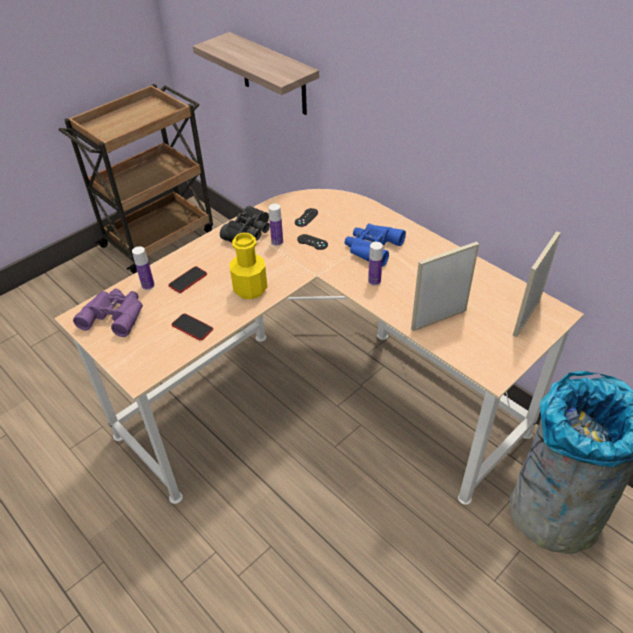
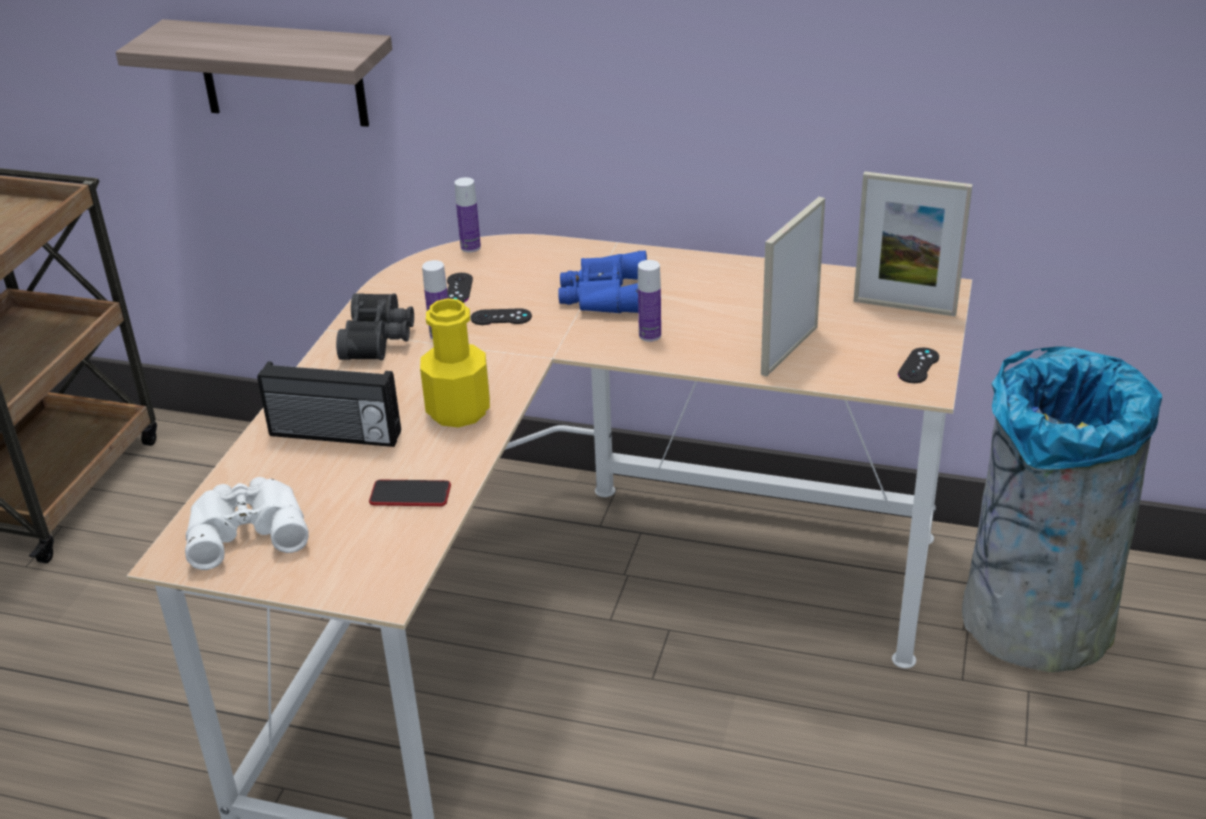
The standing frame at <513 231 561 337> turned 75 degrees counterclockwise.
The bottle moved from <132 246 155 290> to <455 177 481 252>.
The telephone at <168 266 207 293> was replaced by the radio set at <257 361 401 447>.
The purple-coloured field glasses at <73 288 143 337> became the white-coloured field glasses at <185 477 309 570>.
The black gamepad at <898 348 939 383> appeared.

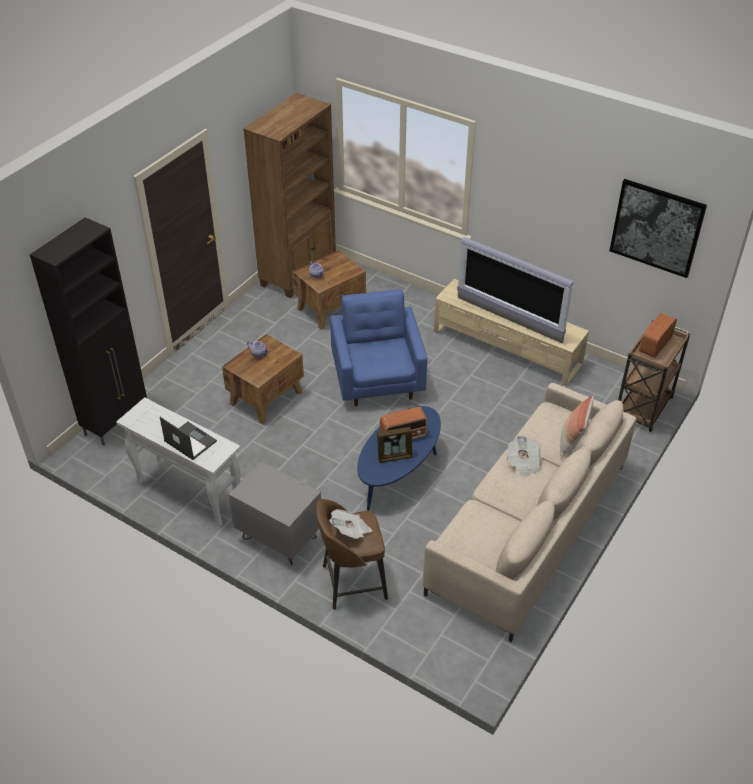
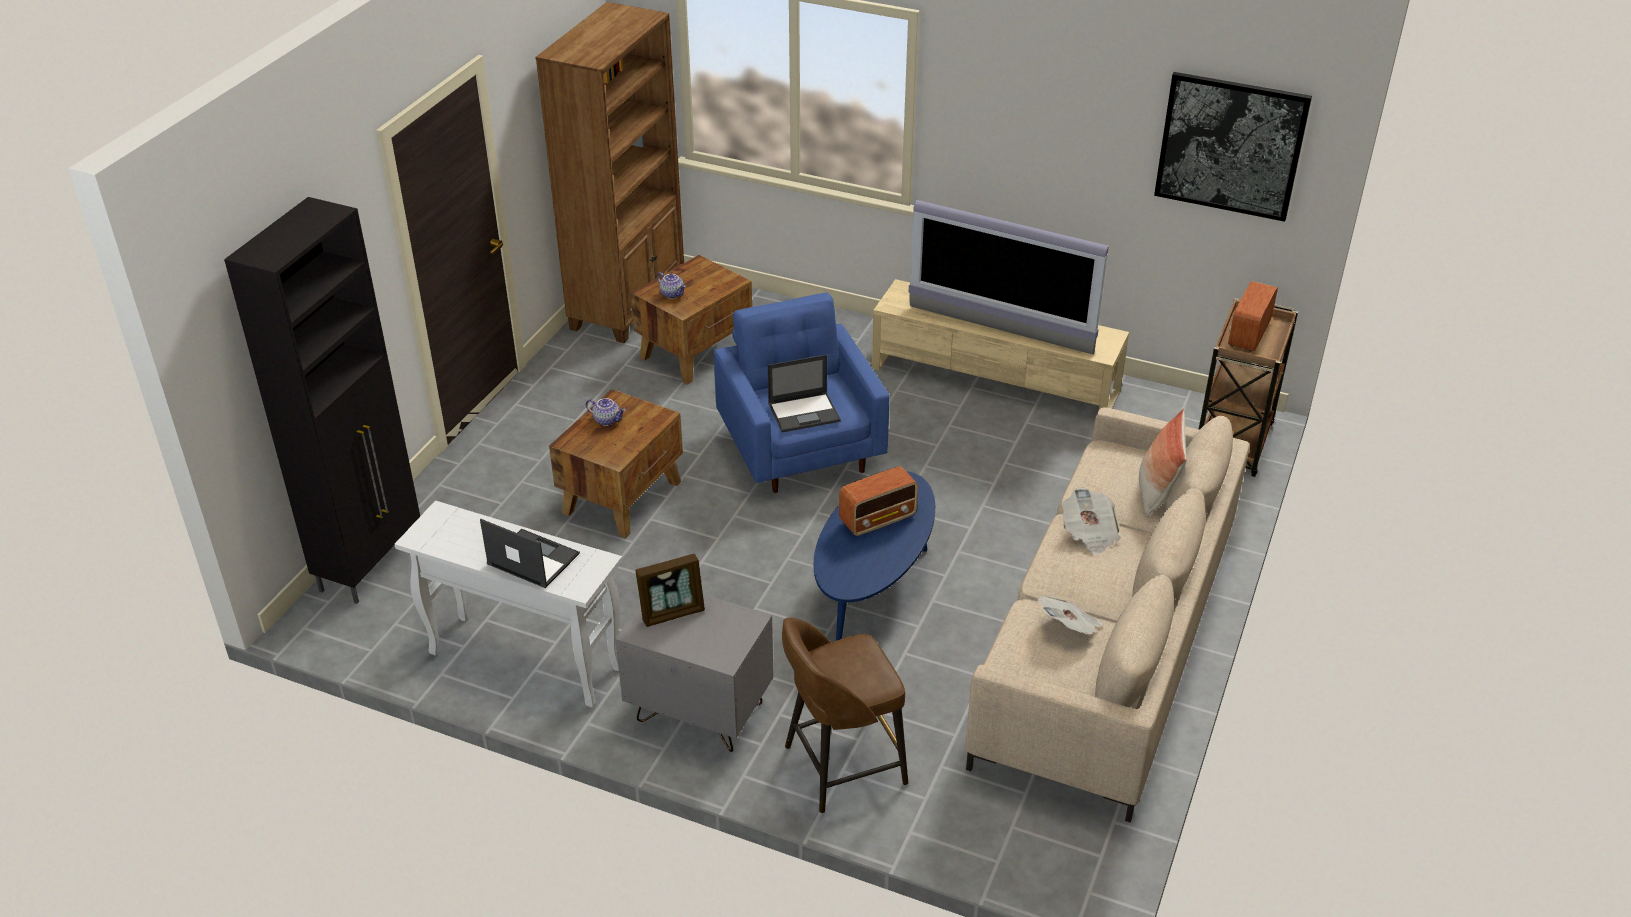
The standing frame moved from <377 427 413 463> to <635 554 705 627>.
The newspaper moved from <329 509 372 539> to <1038 595 1103 635>.
The laptop at <768 355 841 433> appeared.

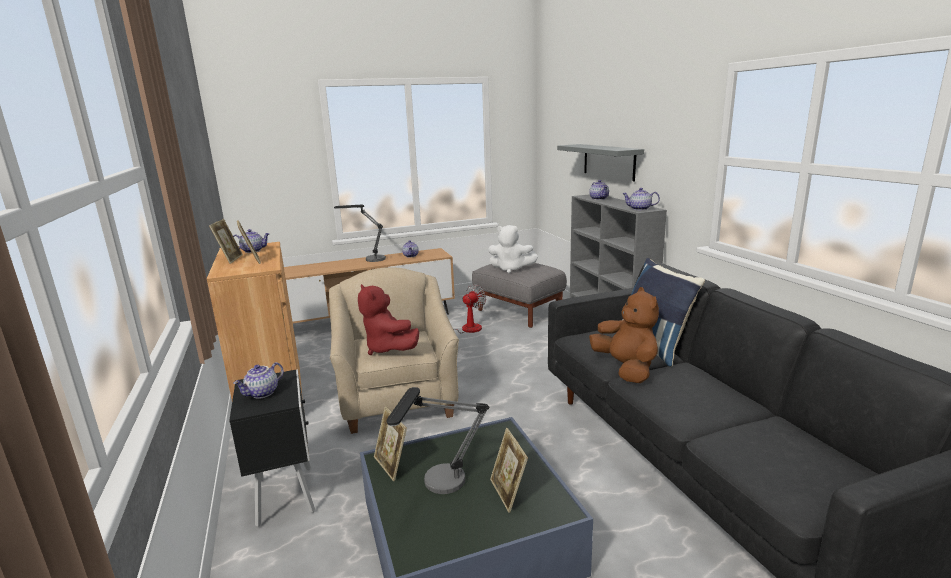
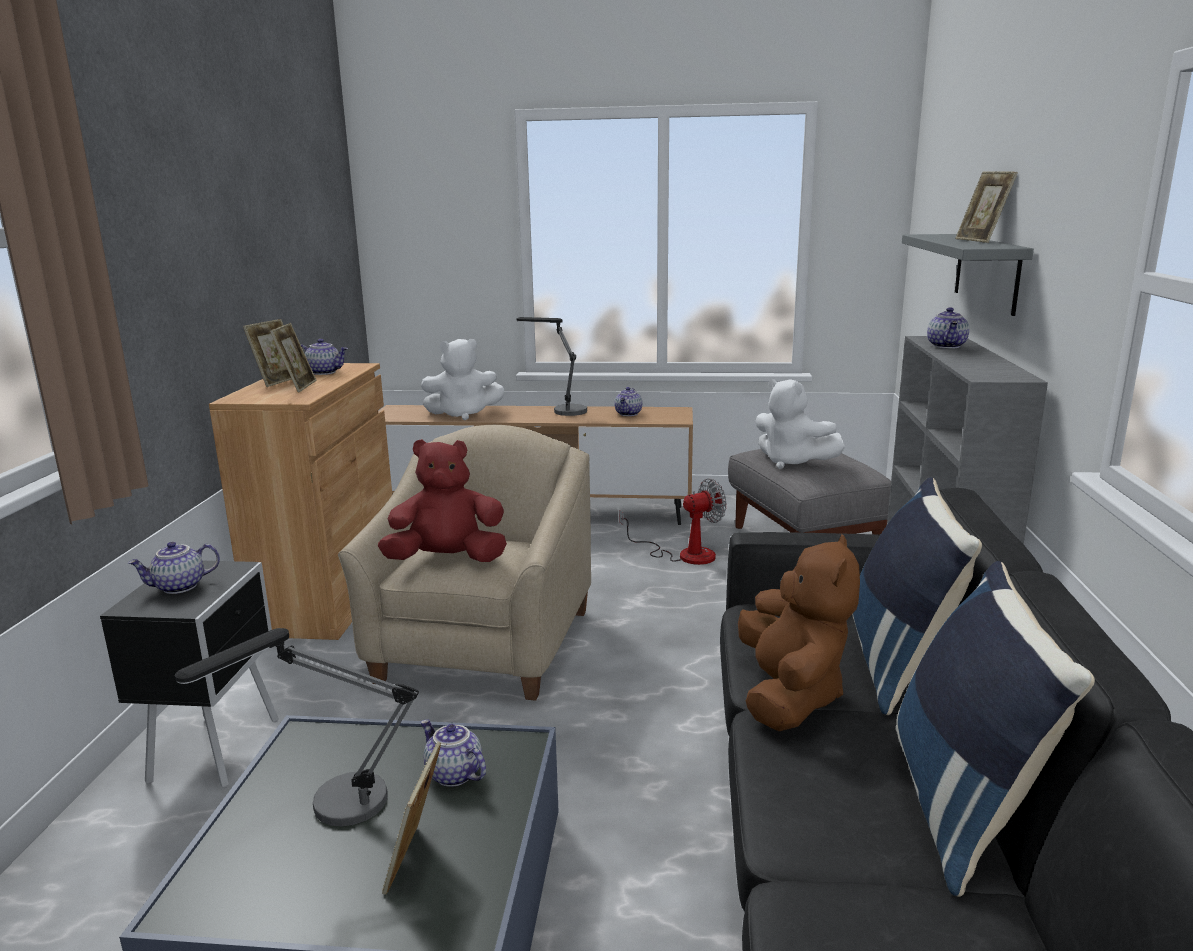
The pot for tea moved from <622 188 660 210> to <420 719 486 787>.
The reddish soft toy at <358 284 419 355> turned 90 degrees clockwise.
The standing frame moved from <374 406 407 481> to <955 171 1018 243>.
The white-coloured soft toy at <421 339 505 420> appeared.
The bluish throw pillow at <895 561 1095 897> appeared.

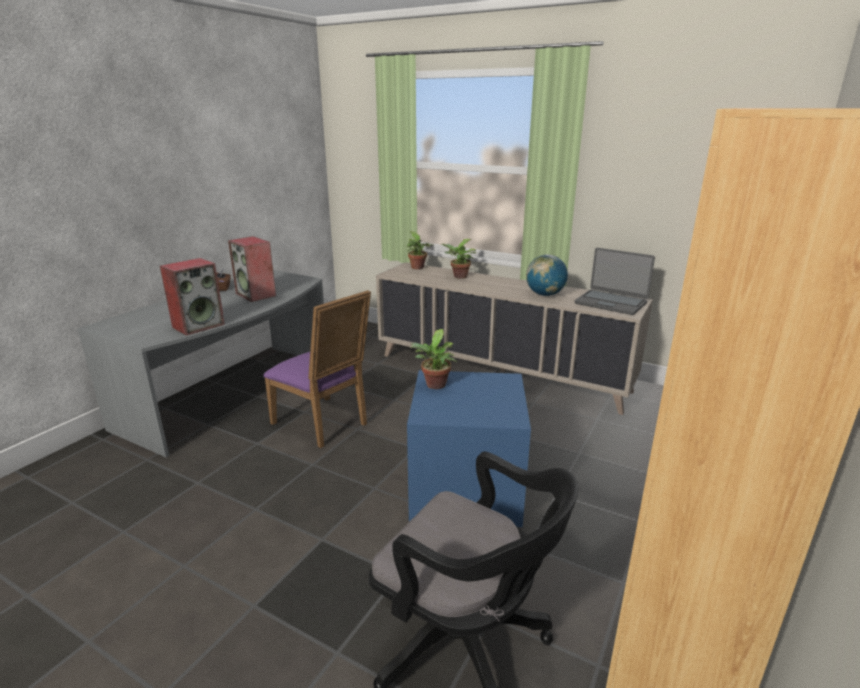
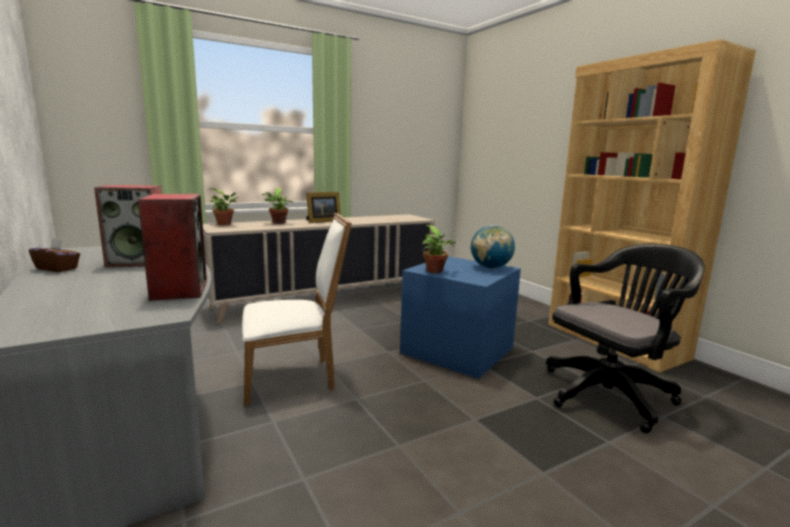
The laptop at <575 248 655 315> disappeared.
The world globe moved from <526 254 568 296> to <471 225 515 269>.
The purple-coloured chair at <264 290 371 448> became the white-coloured chair at <242 213 352 405>.
The standing frame at <306 192 341 223> appeared.

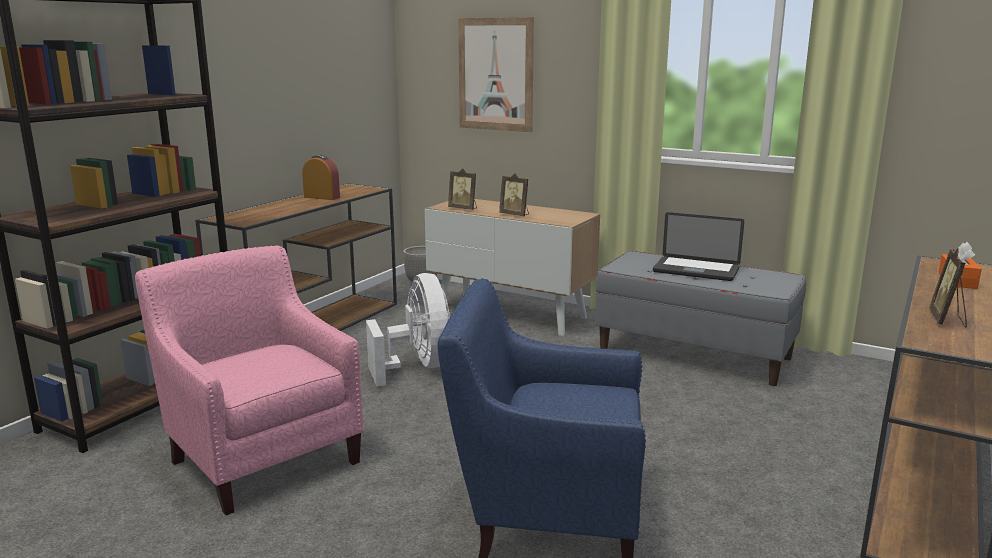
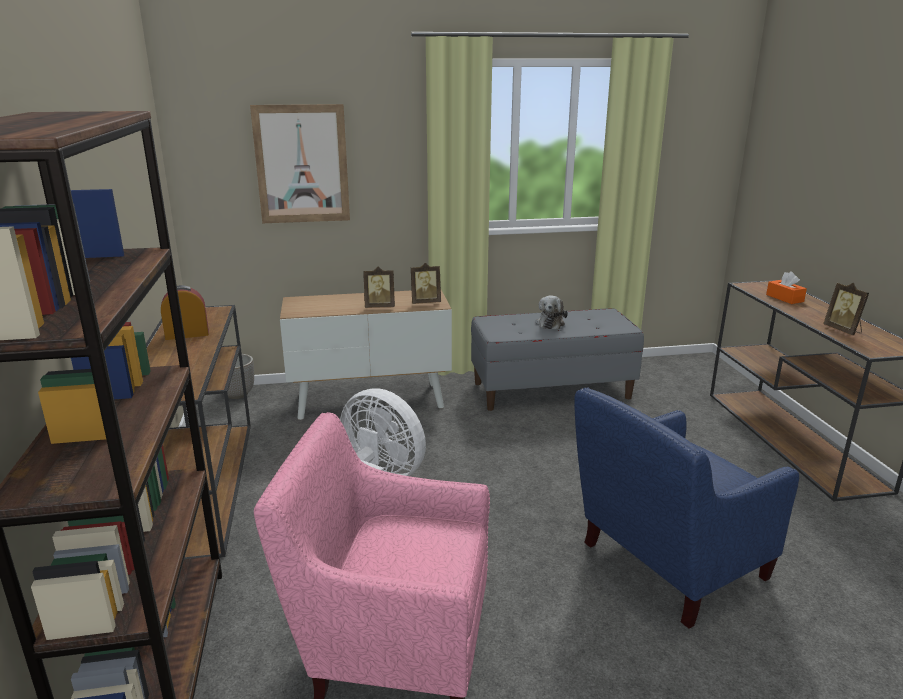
The standing frame moved from <448 168 477 210> to <411 263 441 304>.
The laptop at <653 212 744 281> was replaced by the soft toy at <535 295 568 329>.

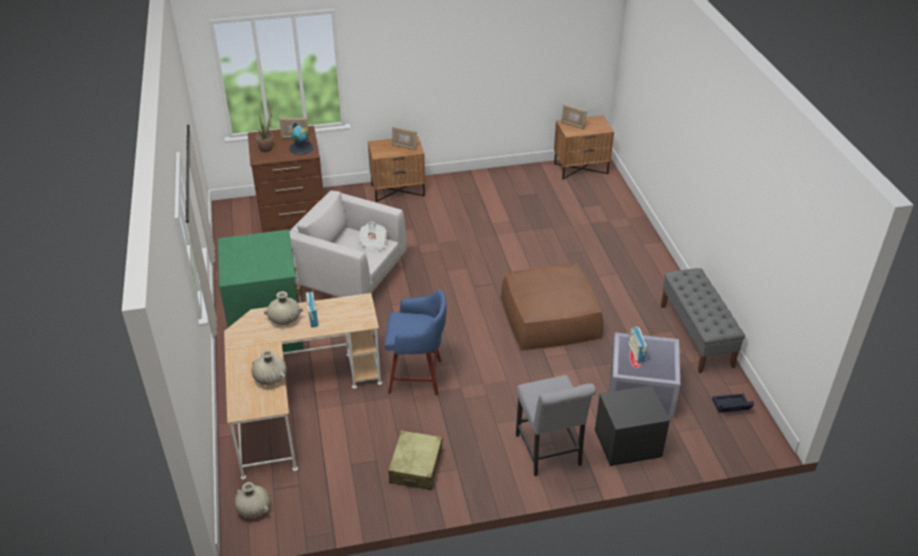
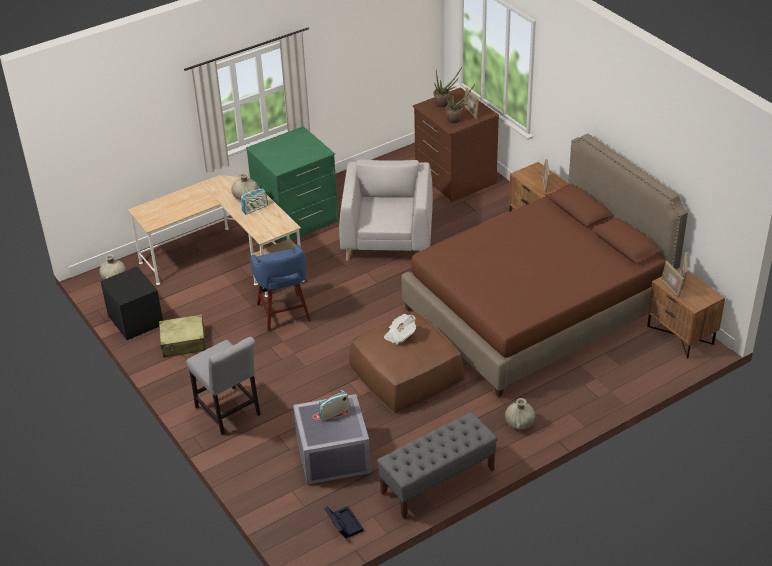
The world globe at <289 123 314 155> was replaced by the potted plant at <446 84 475 123>.
The newspaper moved from <358 222 387 254> to <384 314 416 345>.
The beige decorative vase moved from <251 350 287 385> to <505 398 536 429>.
The greyish chair at <516 375 596 476> turned 90 degrees counterclockwise.
The black nightstand moved from <595 385 670 466> to <100 266 163 340>.
The brown sleeping bed at <401 134 688 397> appeared.
The standing frame at <661 261 684 298> appeared.

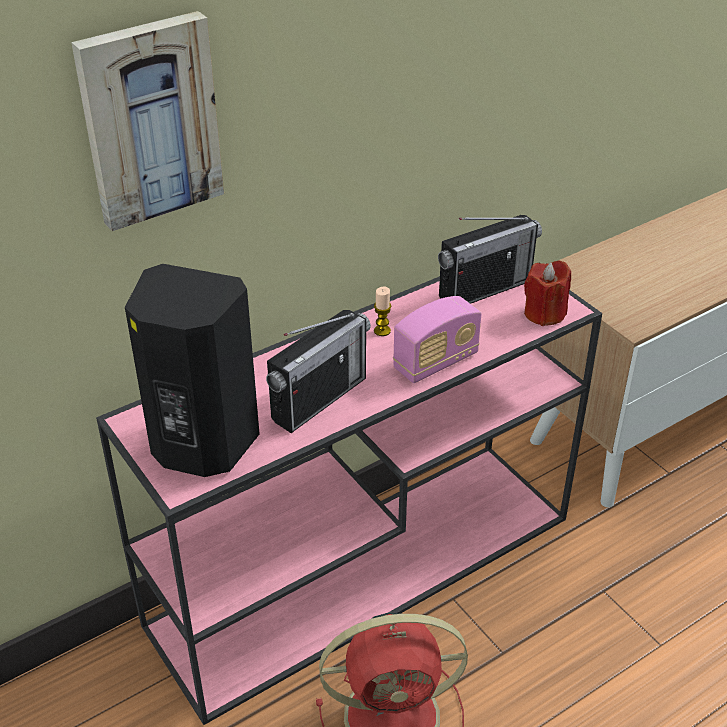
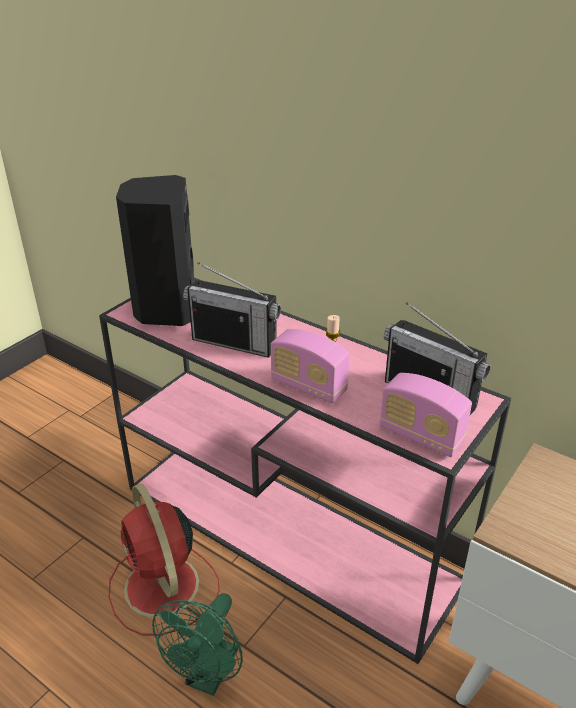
The wall picture at <71 11 224 231> disappeared.
The reddish wax light at <524 260 571 326> was replaced by the radio set at <380 373 472 457>.
The green fan at <152 593 243 696> appeared.

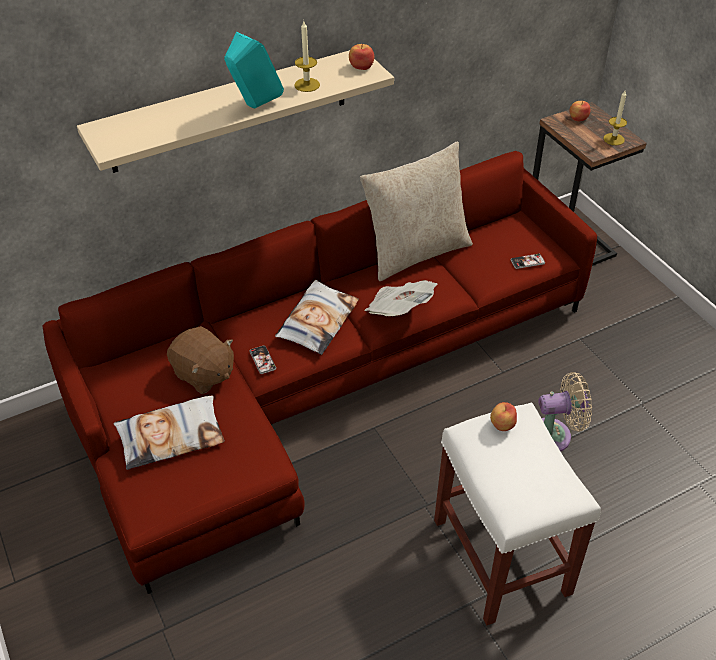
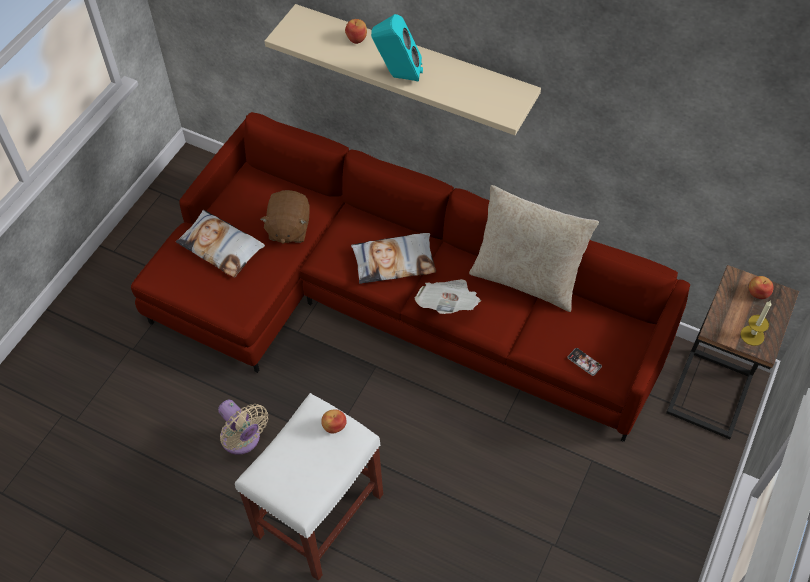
The wax light at <294 21 320 92> disappeared.
The apple fruit moved from <349 44 374 70> to <345 19 367 44>.
The telephone at <249 346 276 374> disappeared.
The beige fan moved from <538 372 592 451> to <218 400 268 455>.

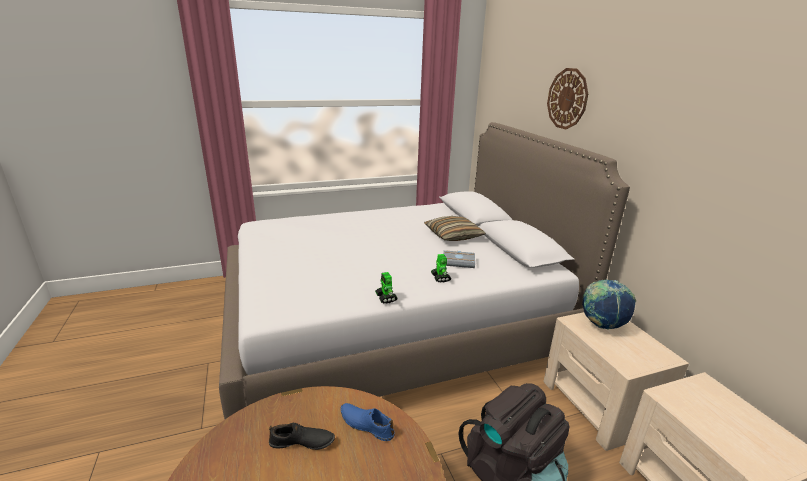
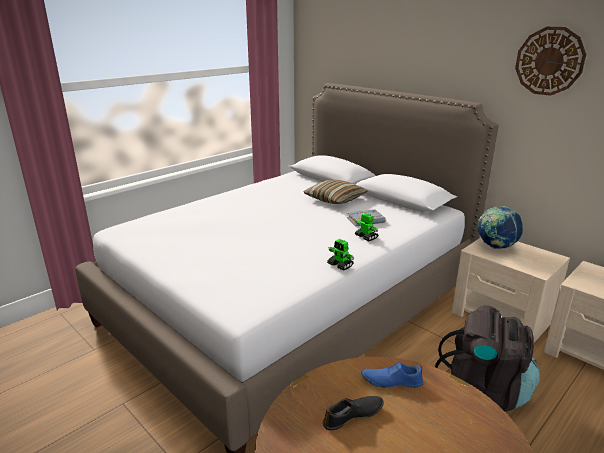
The clock on the wall moved from <547 68 588 129> to <515 27 586 96>.

